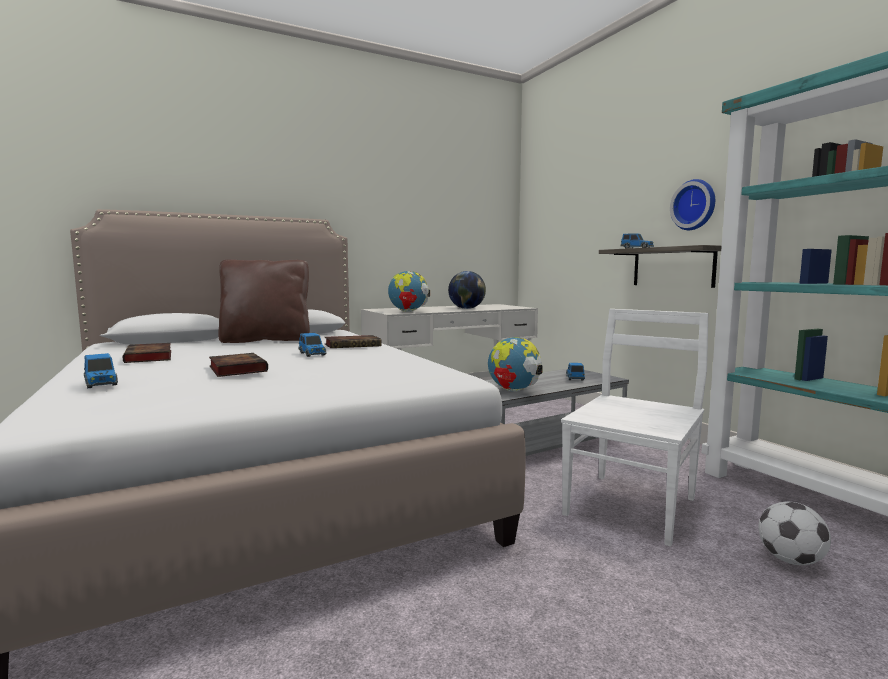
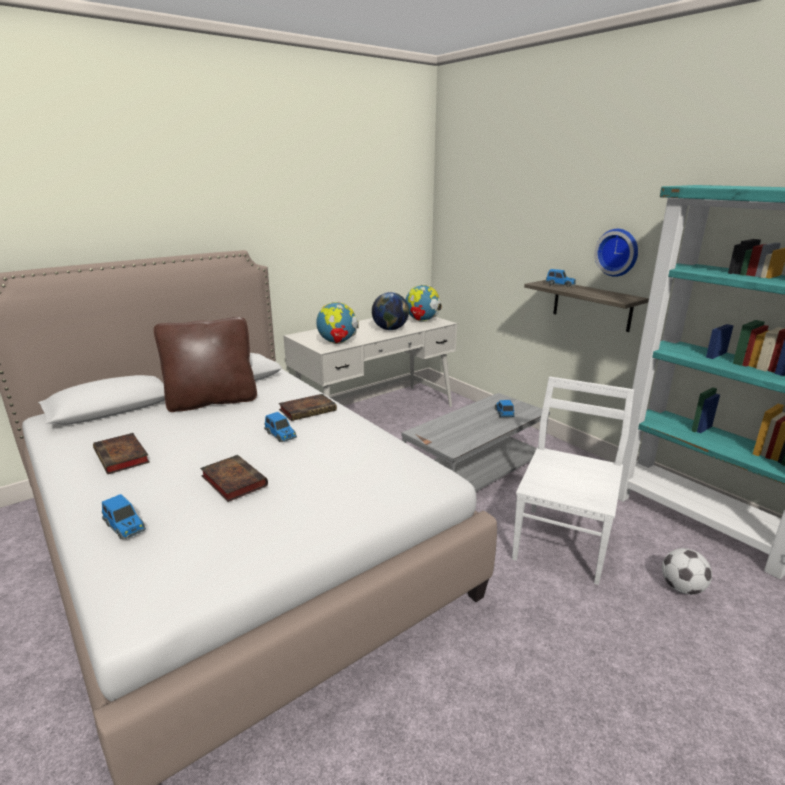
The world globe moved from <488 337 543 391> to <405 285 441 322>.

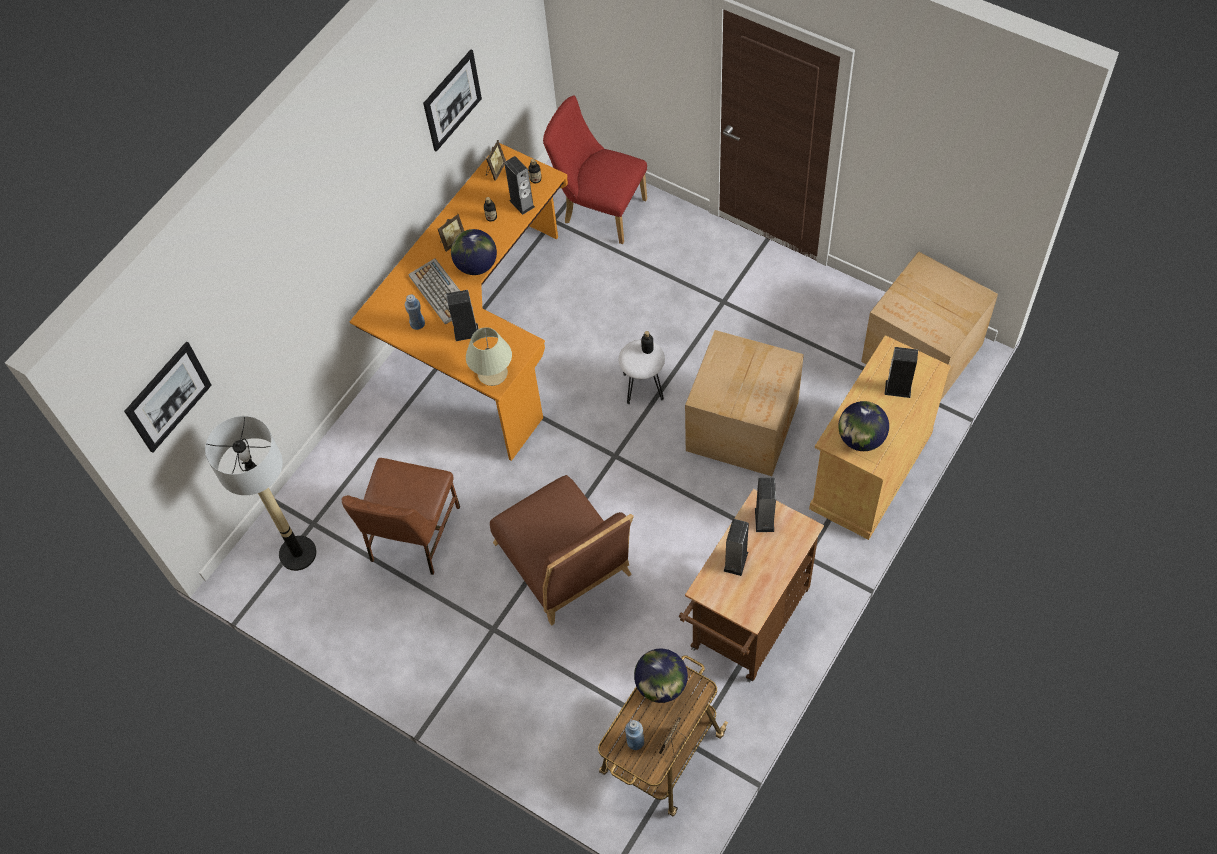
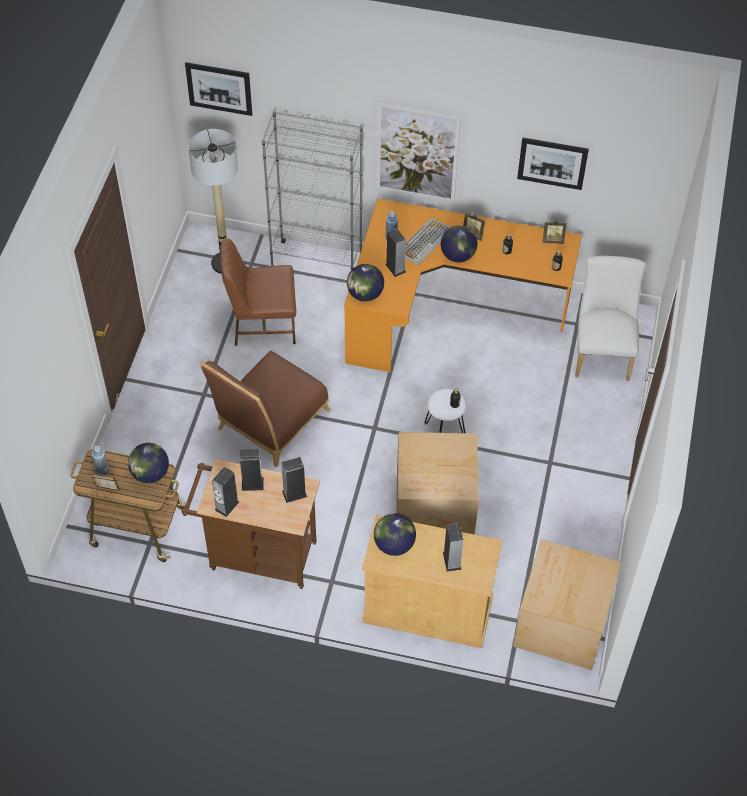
The reddish chair at <543 95 647 244> became the white-coloured chair at <575 256 646 381>.
The loudspeaker moved from <504 156 535 215> to <212 467 239 517>.
The beige table lamp at <466 327 512 386> was replaced by the world globe at <347 264 384 302>.
The wall picture at <377 102 461 202> appeared.
The greyish bookcase at <262 111 363 270> appeared.

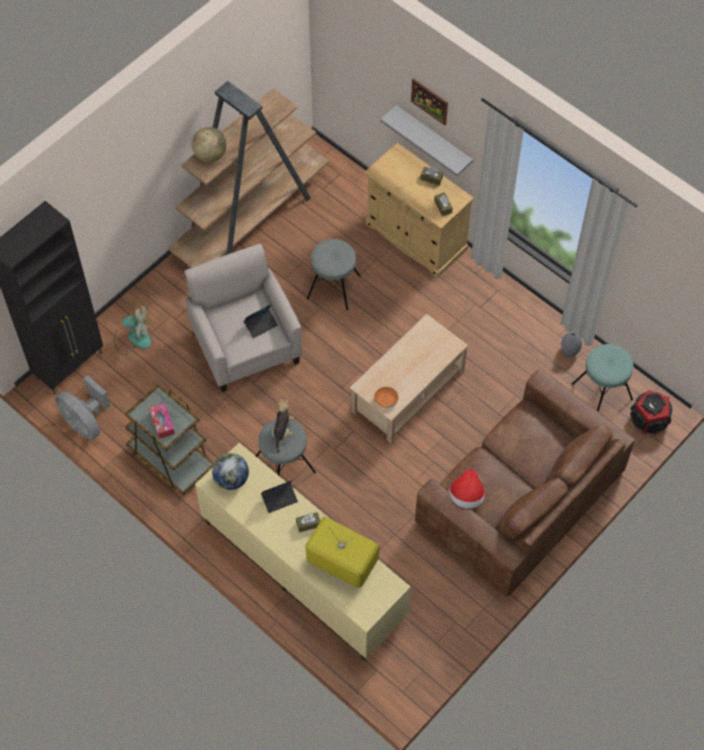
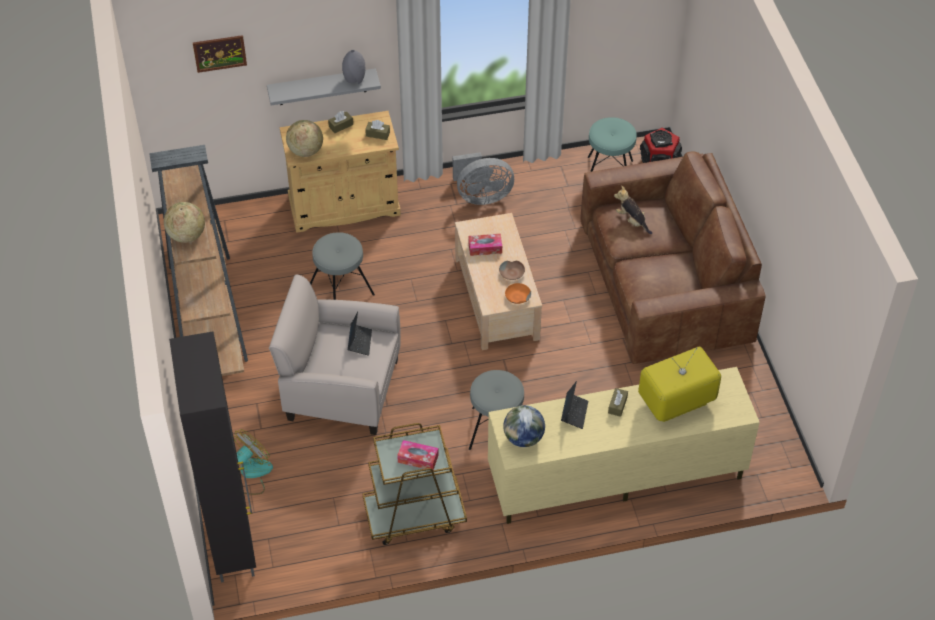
The wall picture moved from <411 78 448 125> to <193 35 247 73>.
The greyish decorative vase moved from <561 332 582 358> to <342 50 366 84>.
The greyish fan moved from <55 375 110 440> to <453 152 514 205>.
The soft toy moved from <272 399 294 453> to <614 186 652 234>.
The hat at <449 469 485 508> disappeared.
The world globe at <286 120 323 157> appeared.
The tissue box at <469 234 502 256> appeared.
The brown deep dish at <499 261 525 280> appeared.

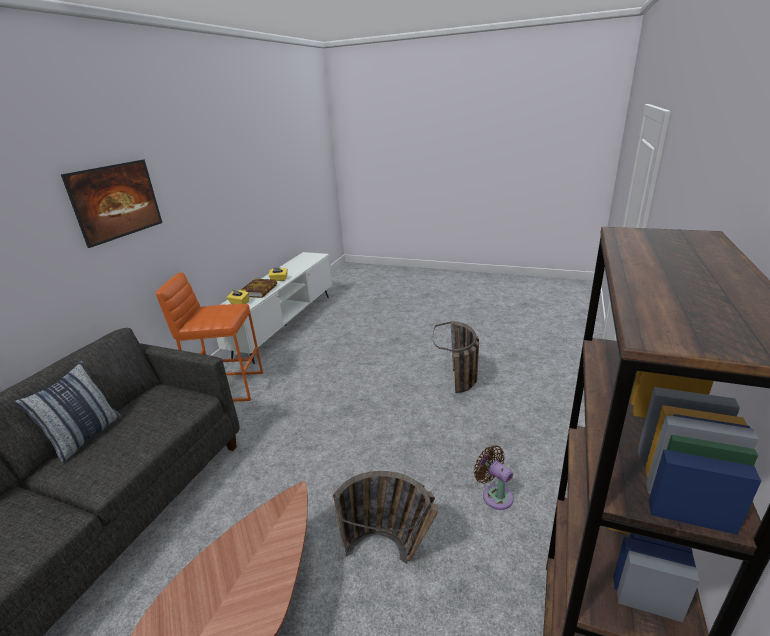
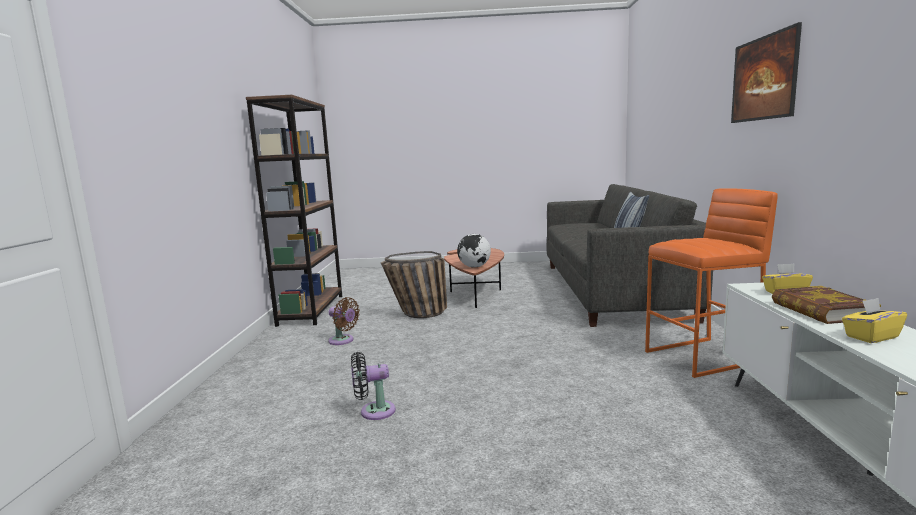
The basket at <433 321 479 393> was replaced by the black fan at <351 352 396 420>.
The world globe at <457 234 491 268> appeared.

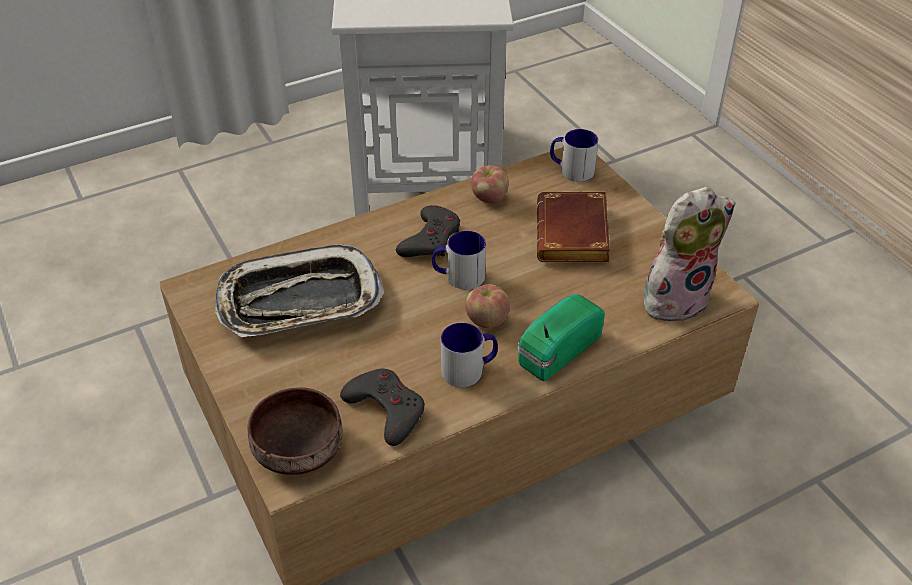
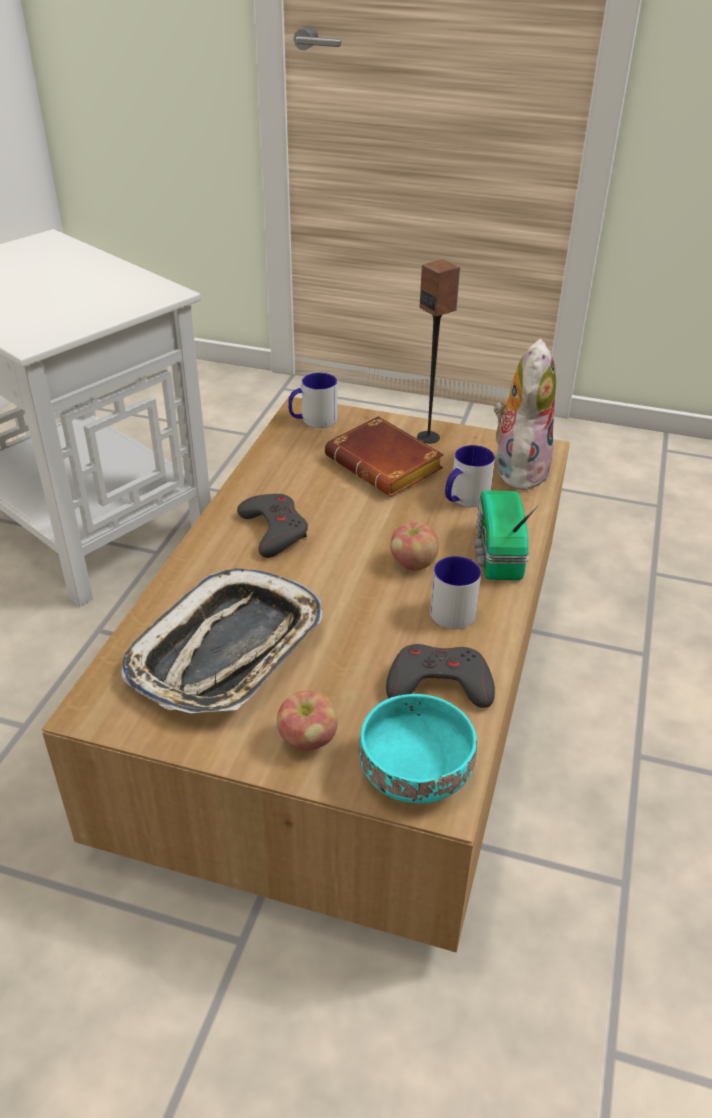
The apple fruit moved from <471 165 509 203> to <277 691 338 751>.
The tea mug moved from <432 231 486 290> to <445 445 495 508>.
The brown deep dish at <248 387 343 475> became the turquoise deep dish at <359 694 477 803>.
The loudspeaker at <417 259 460 444> appeared.

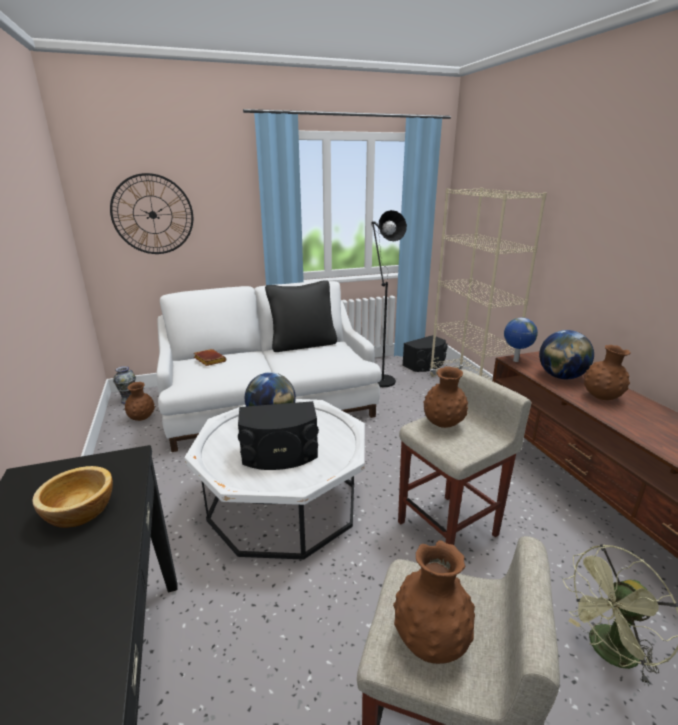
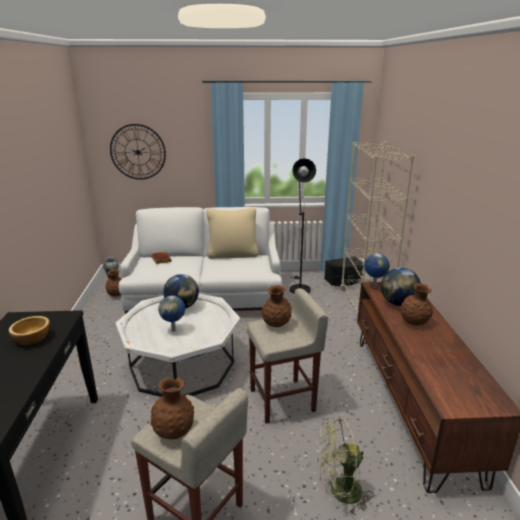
The black throw pillow at <265 280 337 352> became the beige throw pillow at <206 208 258 259>.
The black loudspeaker at <238 401 319 470> was replaced by the world globe at <158 295 185 332>.

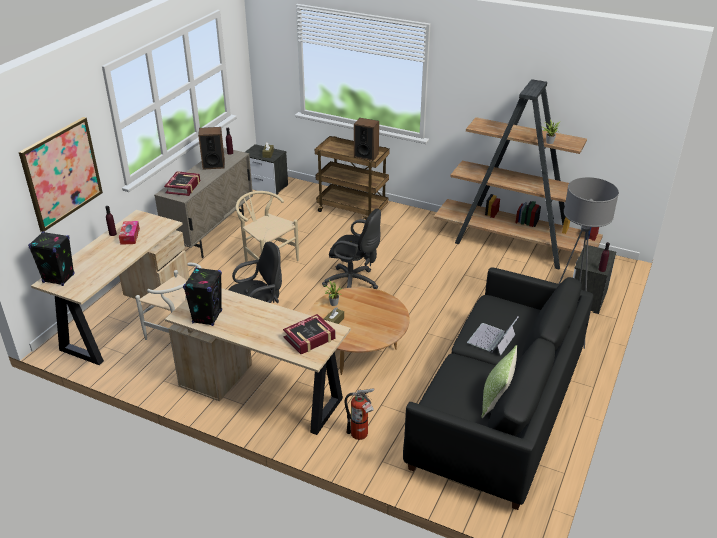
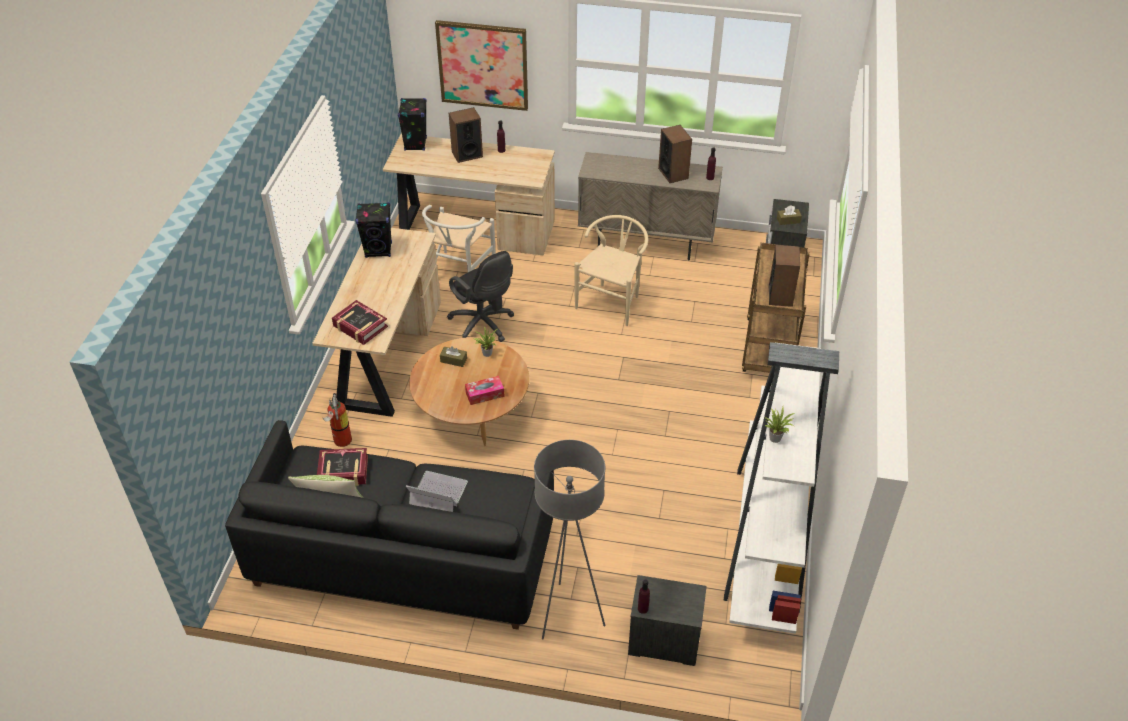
The brown bookcase at <434 79 603 270> became the white-coloured bookcase at <723 342 839 634>.
The book moved from <164 171 200 196> to <317 448 368 486>.
The black desk chair at <322 209 381 289> disappeared.
The tissue box moved from <119 221 140 245> to <465 376 505 405>.
The loudspeaker at <449 107 483 163> appeared.

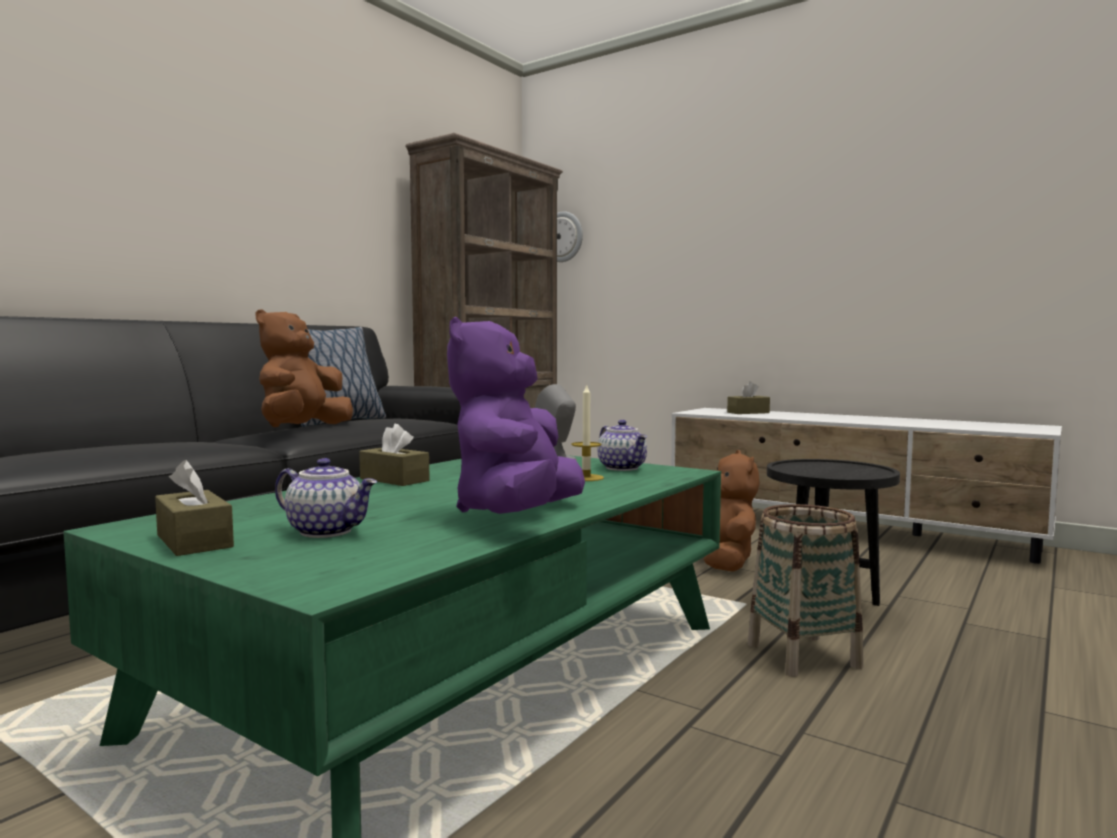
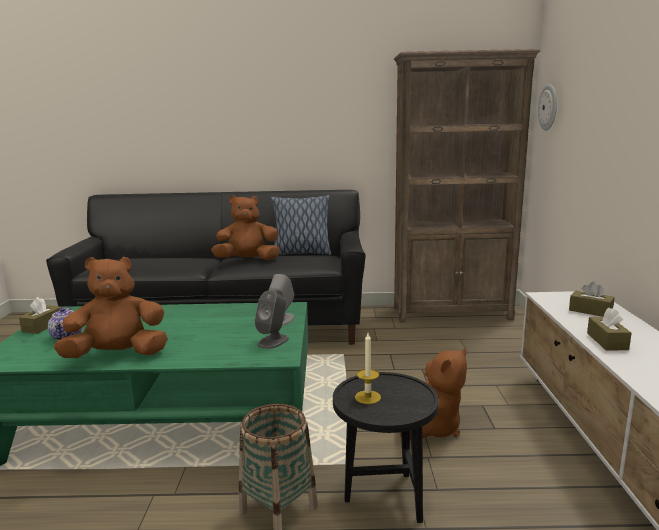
The purple-coloured soft toy at <447 317 585 514> became the brown soft toy at <54 257 168 358>.
The wax light moved from <571 384 604 481> to <355 333 381 404>.
The pot for tea at <597 420 647 471> was replaced by the greyish loudspeaker at <255 290 289 349>.
The brown tissue box moved from <359 424 430 486> to <587 307 632 350>.

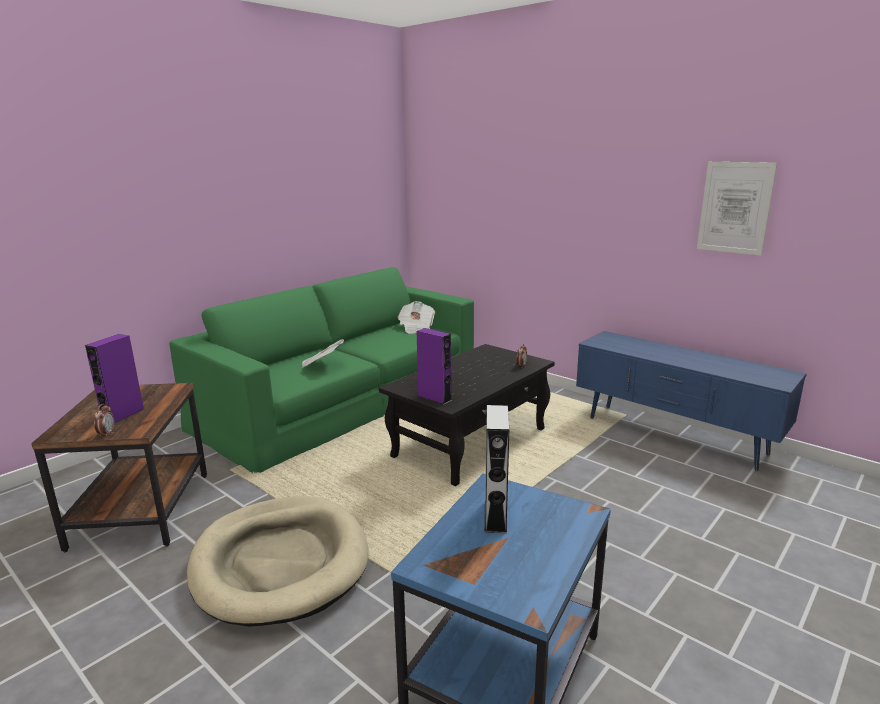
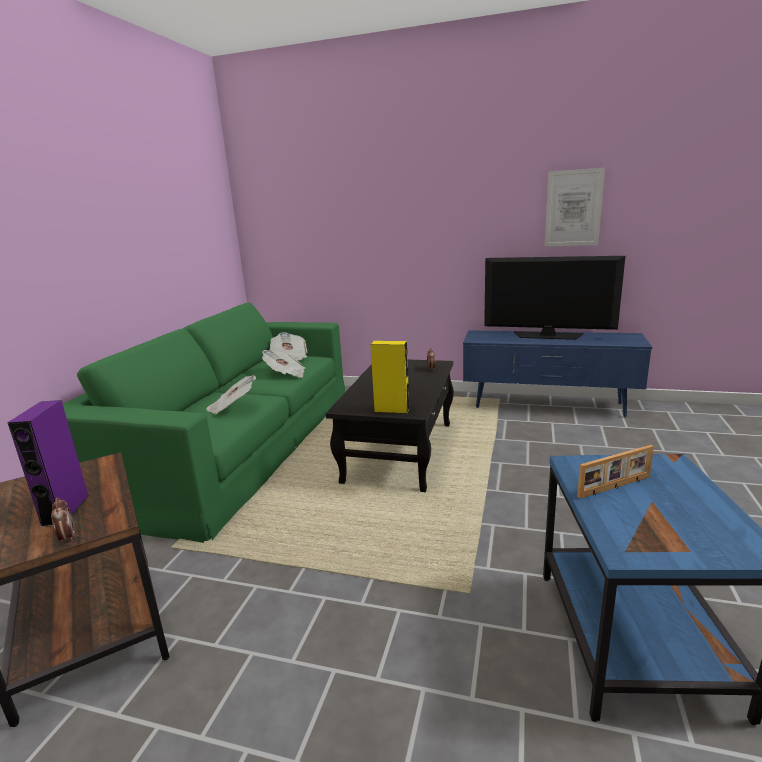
The purple-coloured loudspeaker at <417 328 452 405> became the yellow-coloured loudspeaker at <370 341 410 414>.
The greyish loudspeaker at <485 405 509 533> was replaced by the standing frame at <577 445 654 498>.
The beige dog cushion at <187 496 369 627> disappeared.
The TV at <484 256 625 340> appeared.
The newspaper at <262 350 305 378> appeared.

